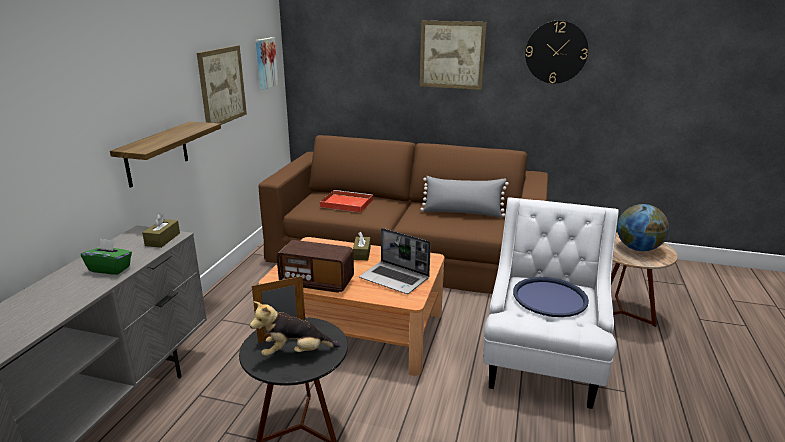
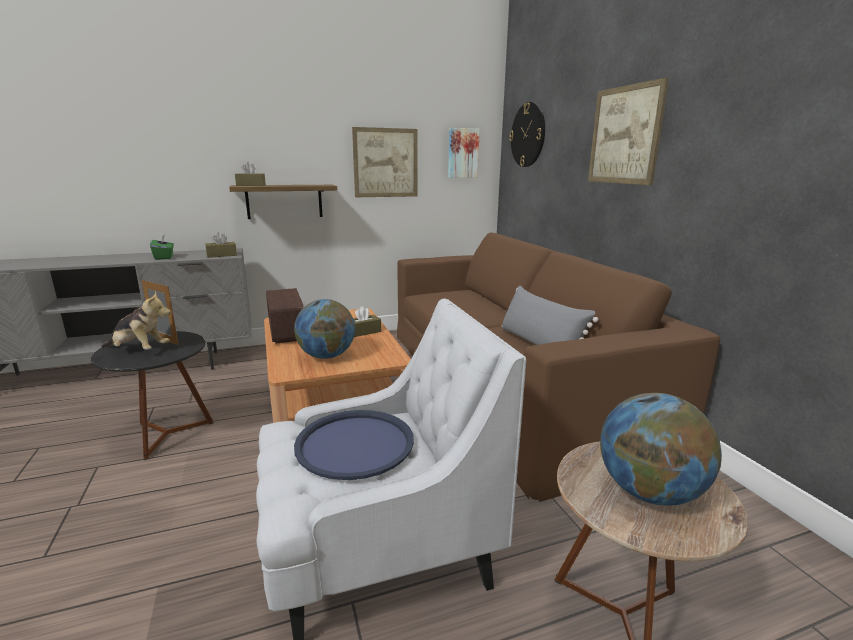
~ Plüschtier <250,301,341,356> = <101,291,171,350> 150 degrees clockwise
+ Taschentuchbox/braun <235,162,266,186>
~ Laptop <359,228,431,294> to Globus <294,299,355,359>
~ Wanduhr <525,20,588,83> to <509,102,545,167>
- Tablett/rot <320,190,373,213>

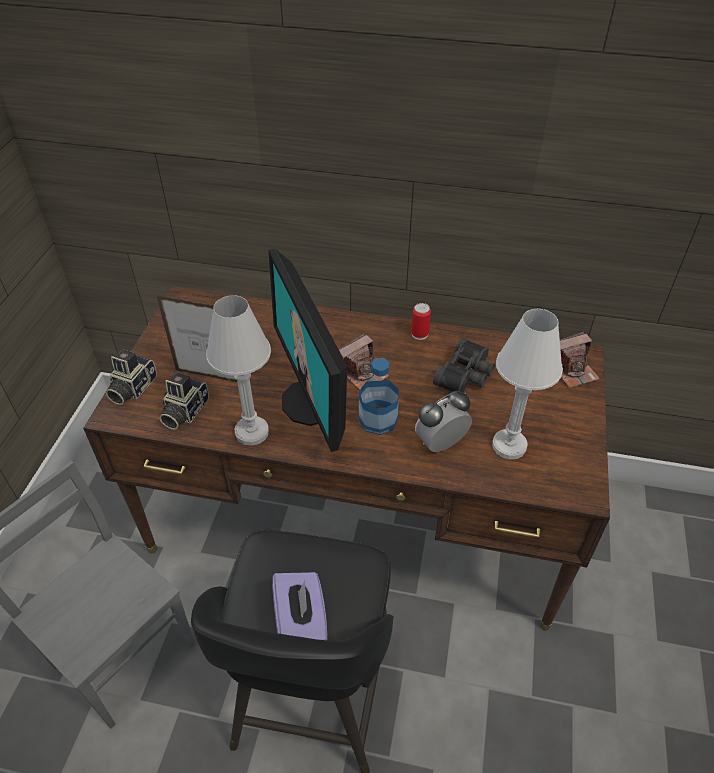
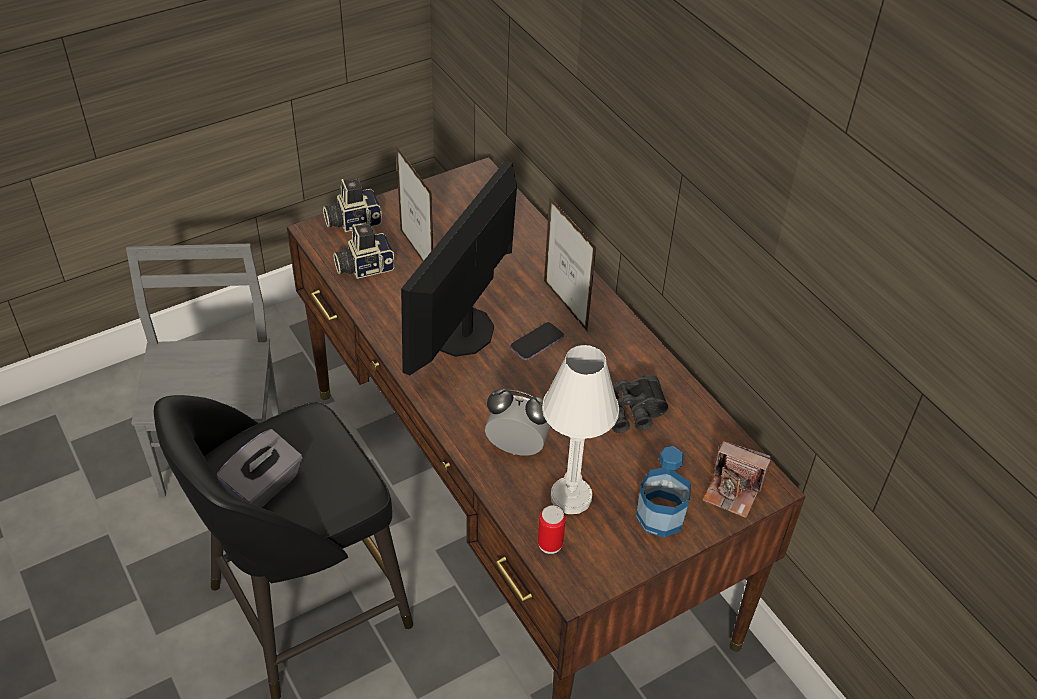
~ Taschentuchbox/lila <272,572,327,640> to Taschentuchbox/grau <217,429,303,508>
~ Kamera <339,333,389,390> to Handy <510,322,564,361>
~ Dose <411,303,431,340> to <538,506,566,554>
+ Bilderrahmen <544,196,597,332>
~ Flasche <359,358,399,435> to <636,446,691,538>
- Tischlampe/weiß <206,295,271,446>

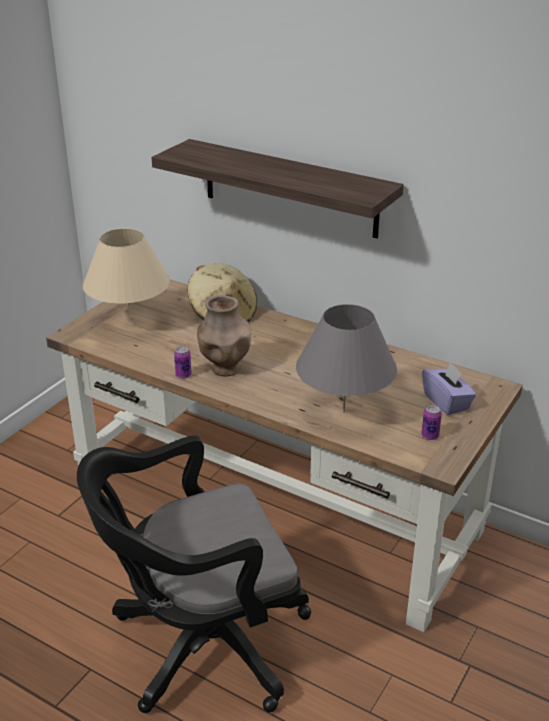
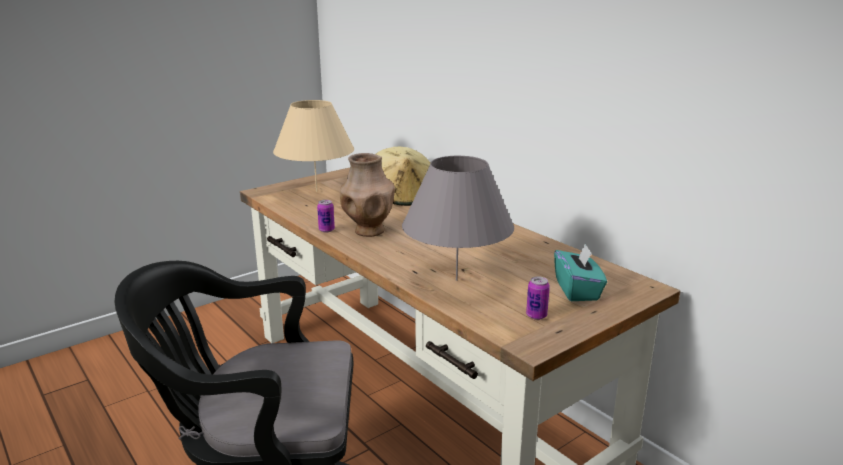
~ Taschentuchbox/lila <422,362,476,415> to Taschentuchbox/türkis <554,243,607,301>
- Wandregal <151,139,404,238>

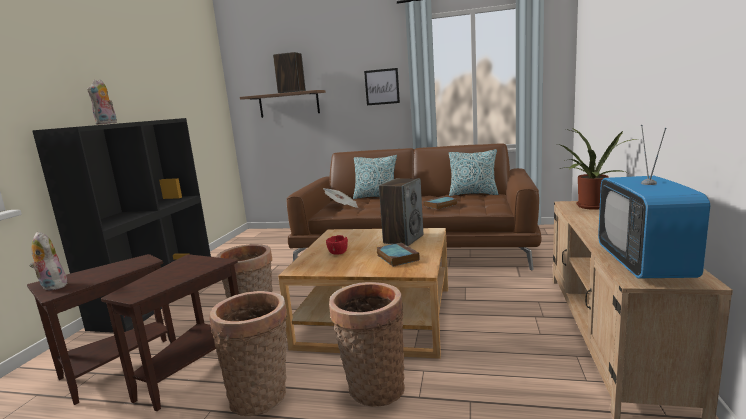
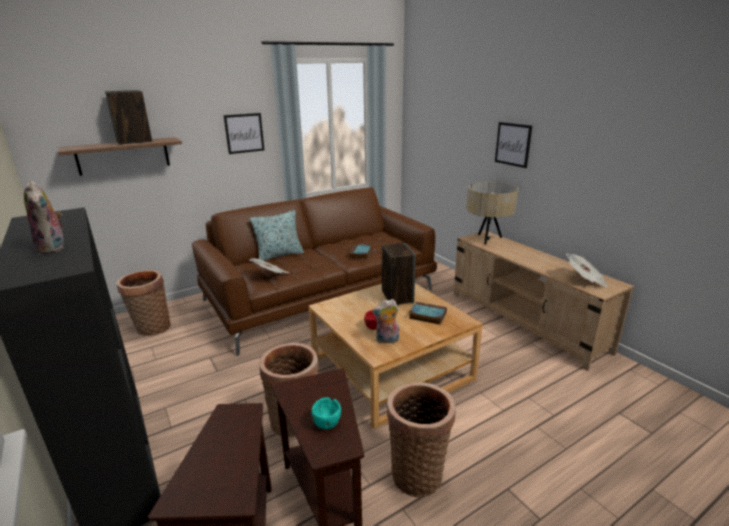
~ Korb <329,282,405,407> to <116,270,171,336>
+ Schüssel/türkis <311,397,341,429>
~ Plüschtier <30,232,68,291> to <372,299,400,344>
~ Topfpflanze <557,128,637,210> to Tischlampe/beige <466,182,518,244>
+ Bild <495,122,532,168>
~ Fernseher <598,125,710,278> to Zeitung <566,253,608,287>
- Kissen <449,149,498,196>

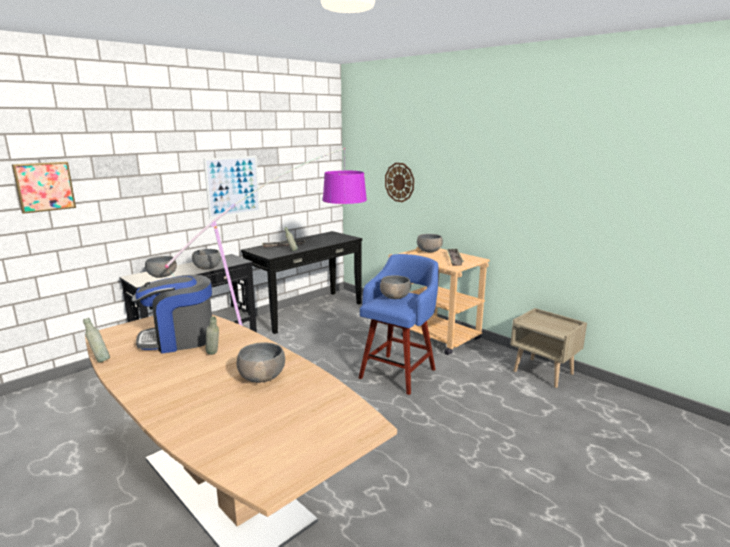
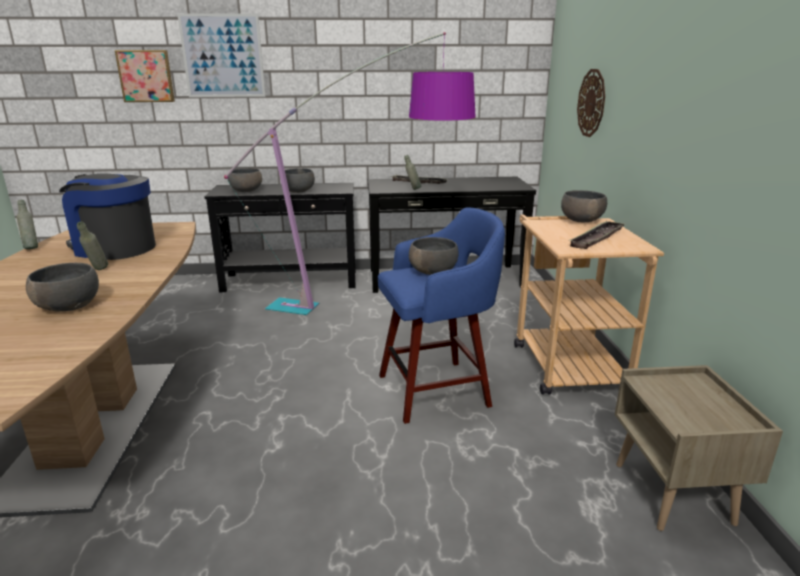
~ Bild <204,156,260,219> to <177,13,266,97>

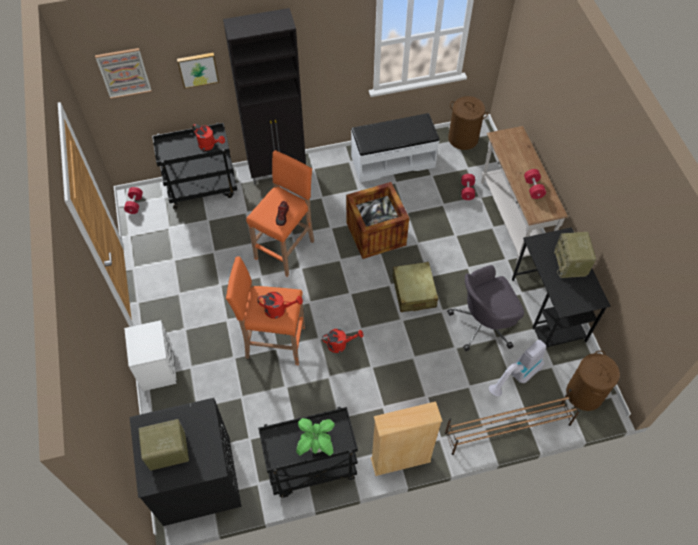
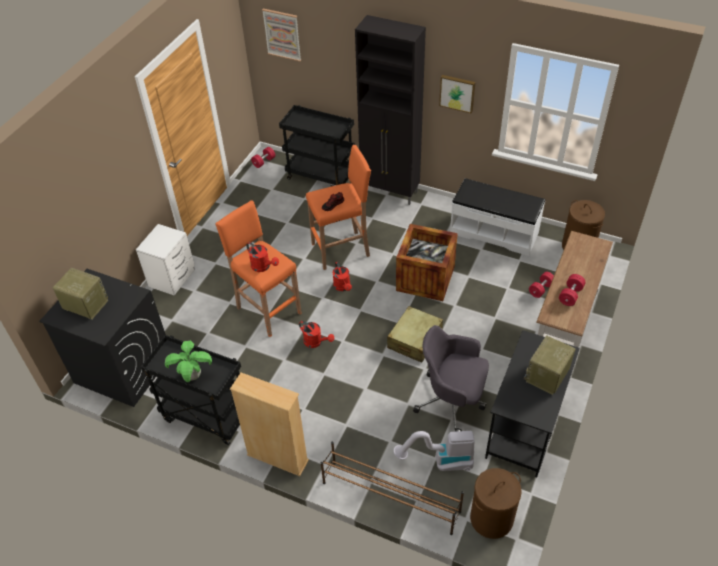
~ Gießkanne/rot <192,124,225,151> to <333,262,352,291>
~ Bild <177,53,219,89> to <439,75,475,113>

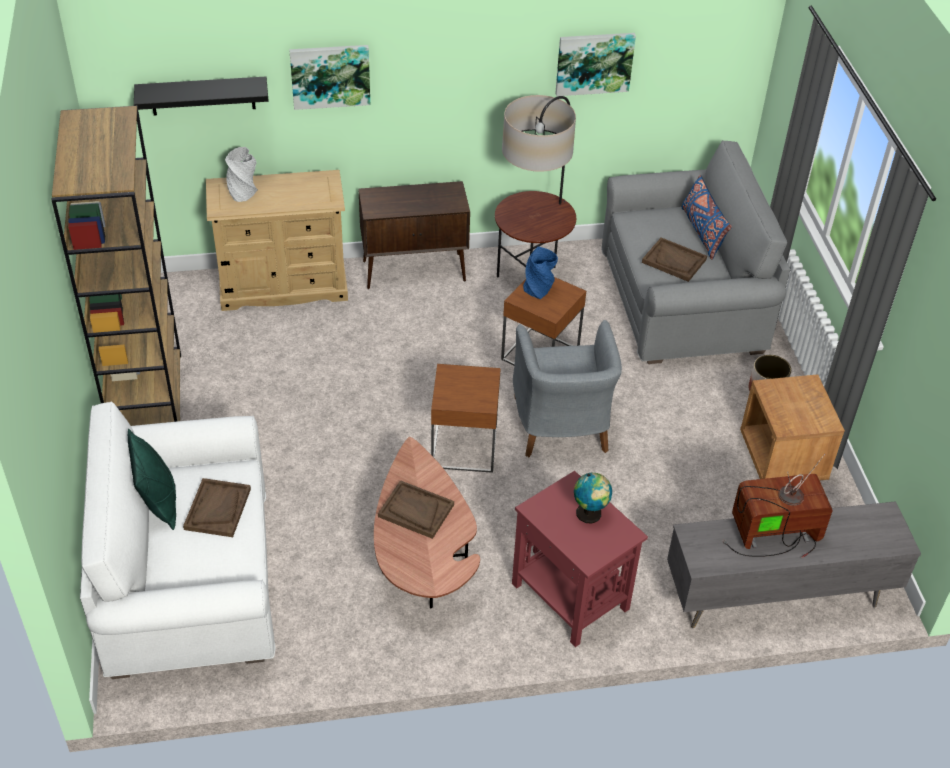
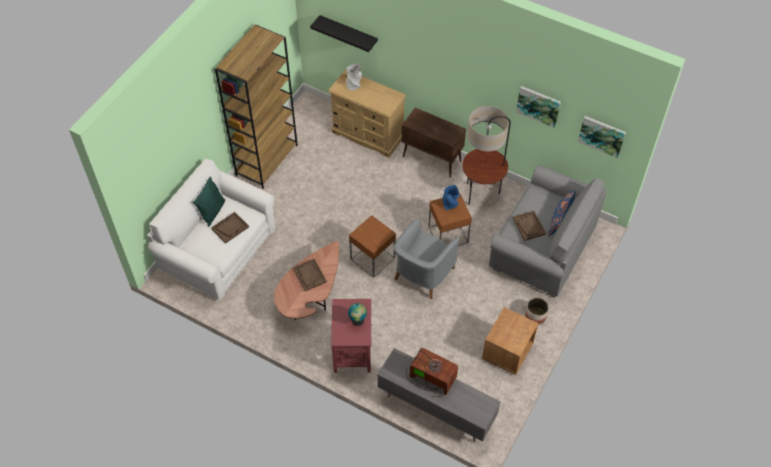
~ Bild <289,45,370,110> to <578,116,626,158>

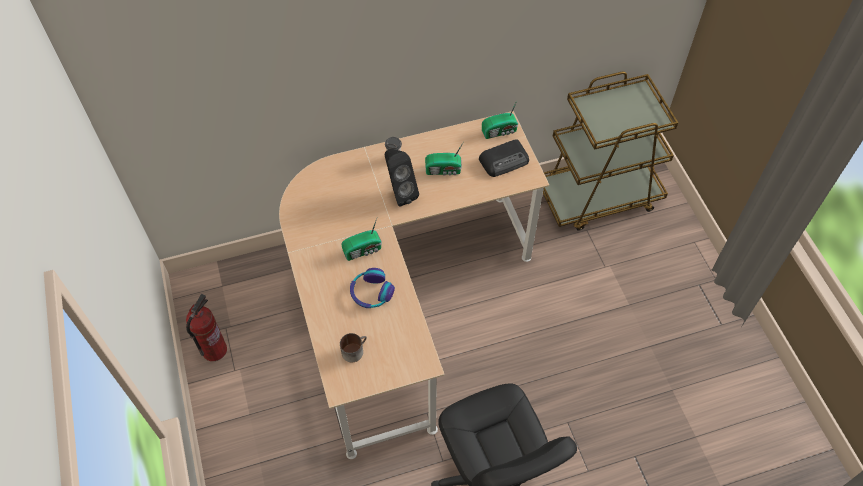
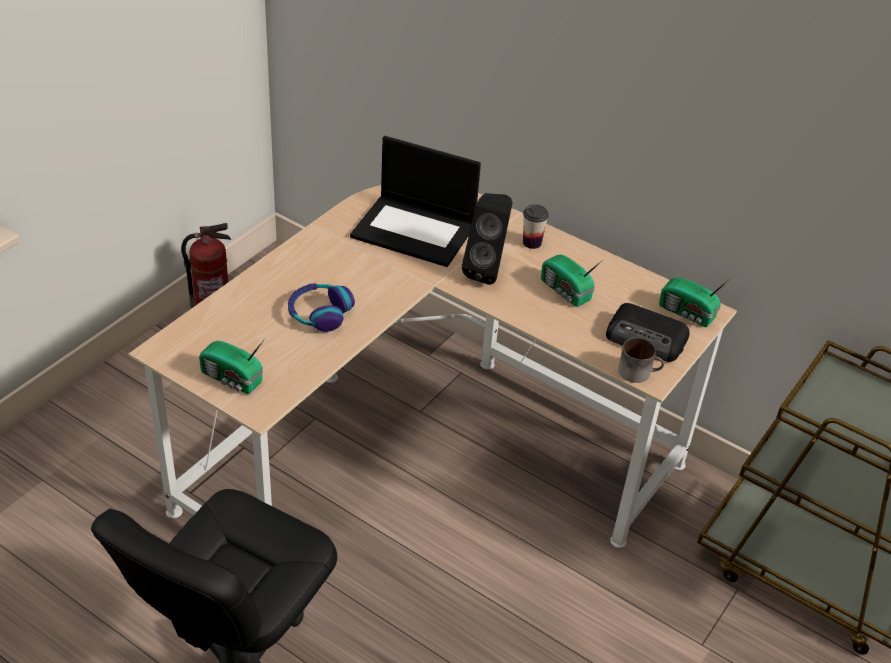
~ Radio <342,216,382,261> to <199,339,265,394>
+ Laptop <350,136,481,267>
~ Henkelbecher <340,333,367,362> to <618,338,664,383>

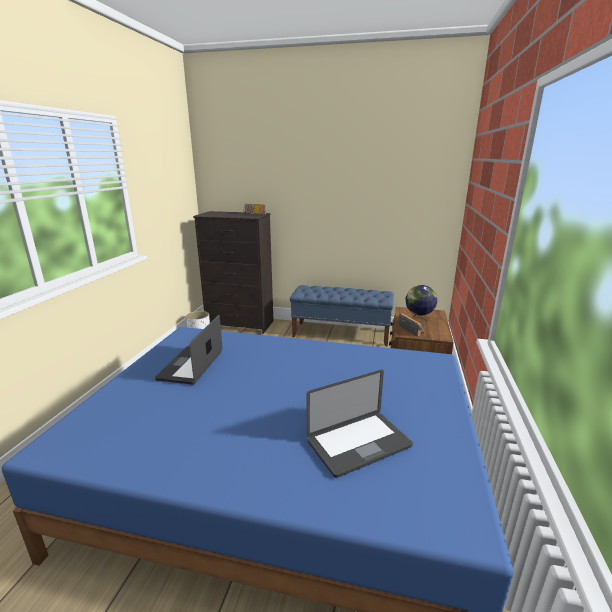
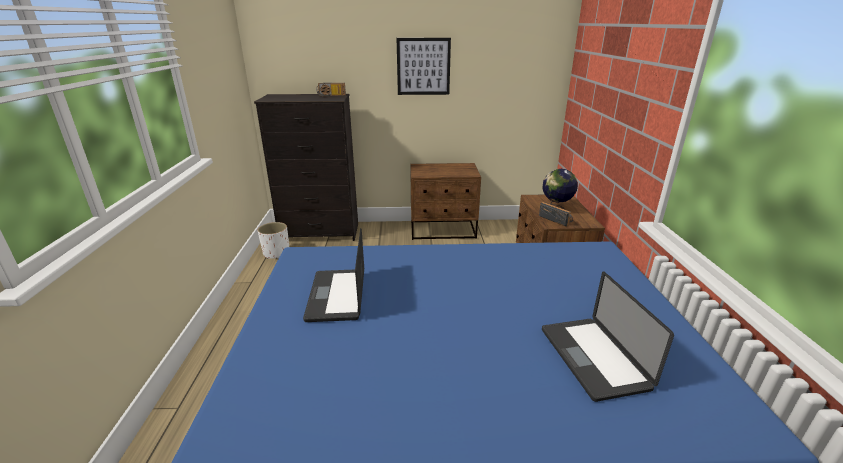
+ Bild <397,38,451,95>
~ Bank/blau <290,285,394,346> to Nachttisch/braun <410,163,481,240>
~ Laptop <306,370,413,478> = <542,271,674,402> 120 degrees clockwise

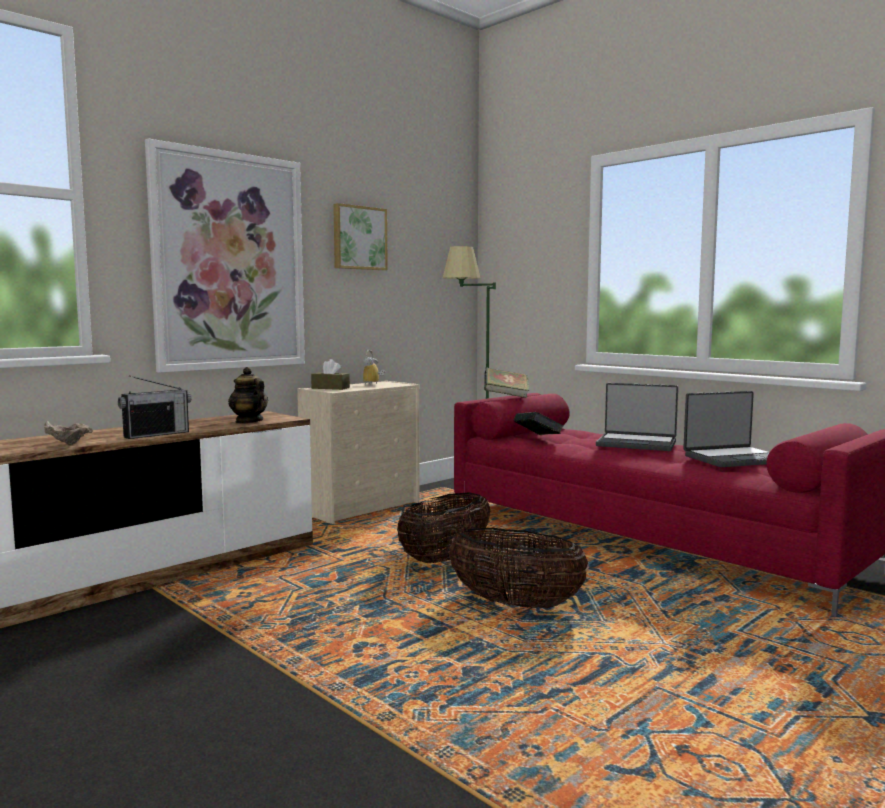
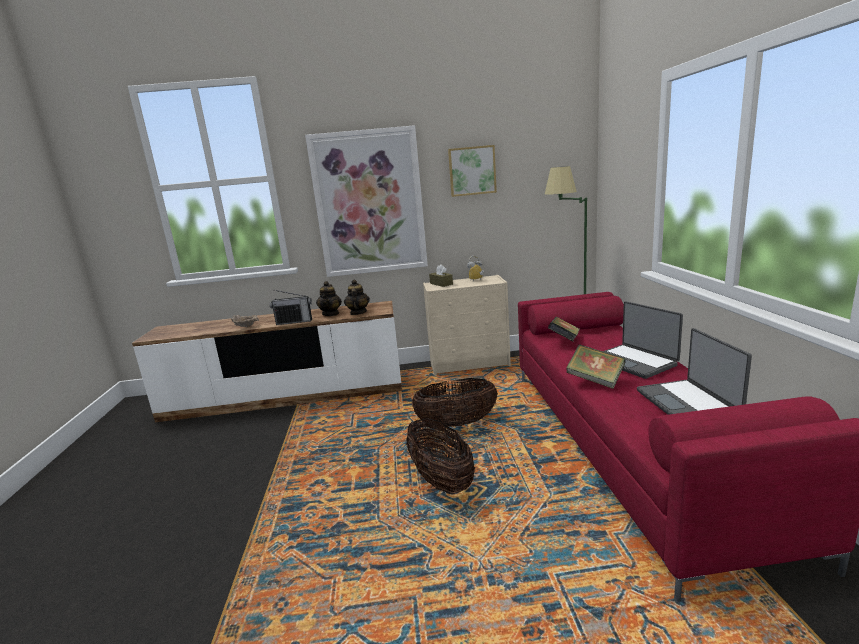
+ Teekanne <316,281,342,316>
~ Buch <484,368,529,398> to <567,344,626,389>
~ Laptop <683,391,769,467> = <637,328,752,415> 60 degrees clockwise

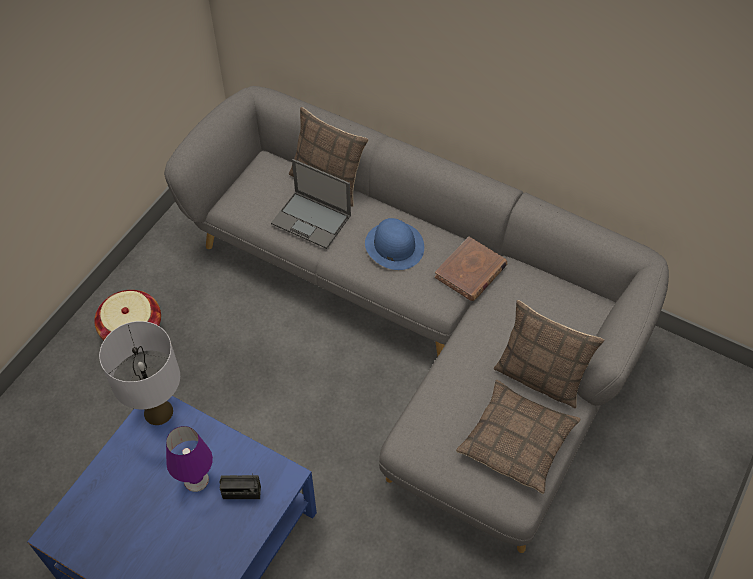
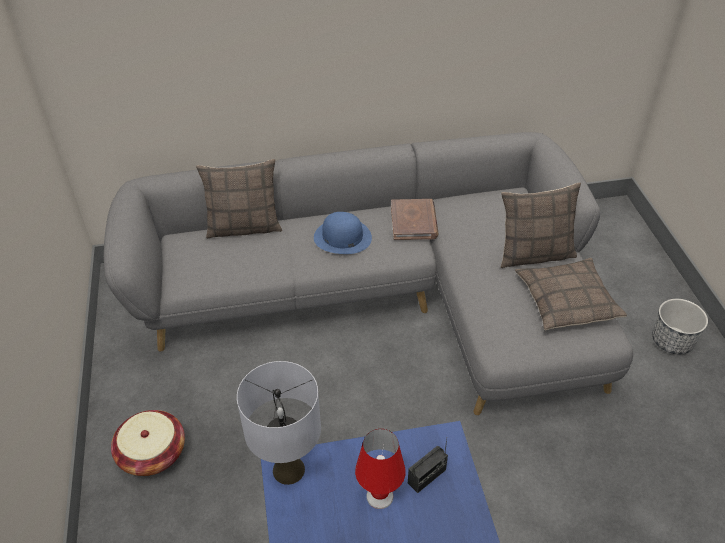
~ Tischlampe/lila <166,426,213,492> to Tischlampe/rot <355,429,406,509>
+ Pflanzkübel <652,299,708,354>
- Laptop <271,159,351,249>

